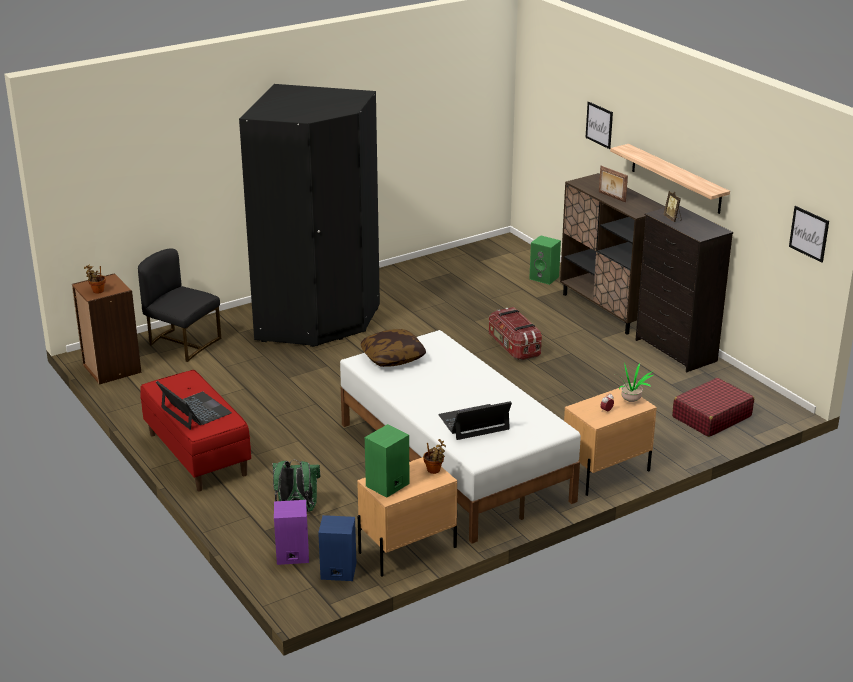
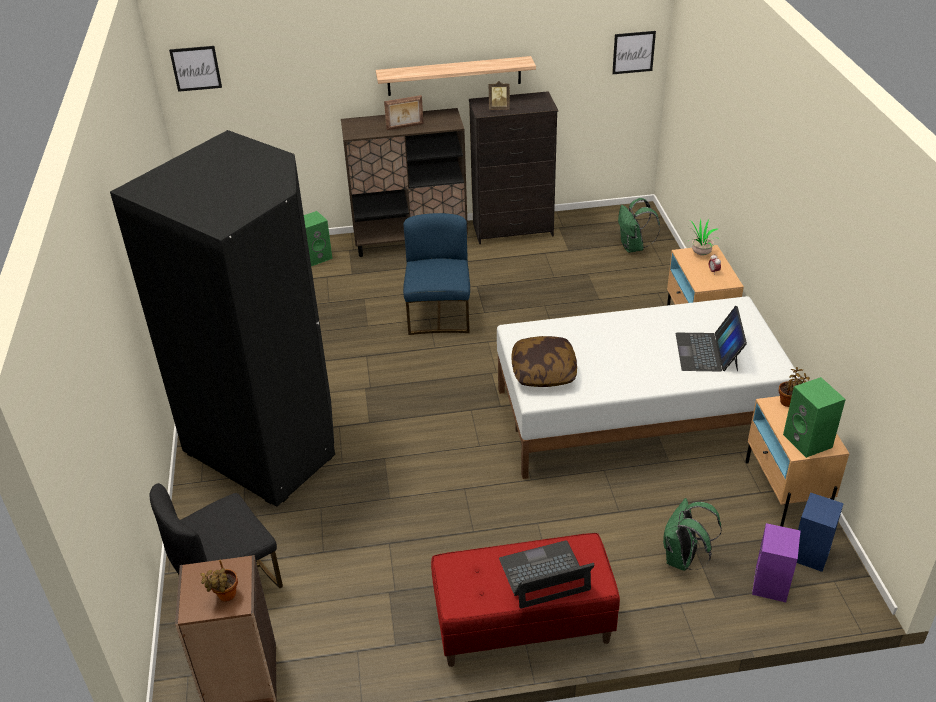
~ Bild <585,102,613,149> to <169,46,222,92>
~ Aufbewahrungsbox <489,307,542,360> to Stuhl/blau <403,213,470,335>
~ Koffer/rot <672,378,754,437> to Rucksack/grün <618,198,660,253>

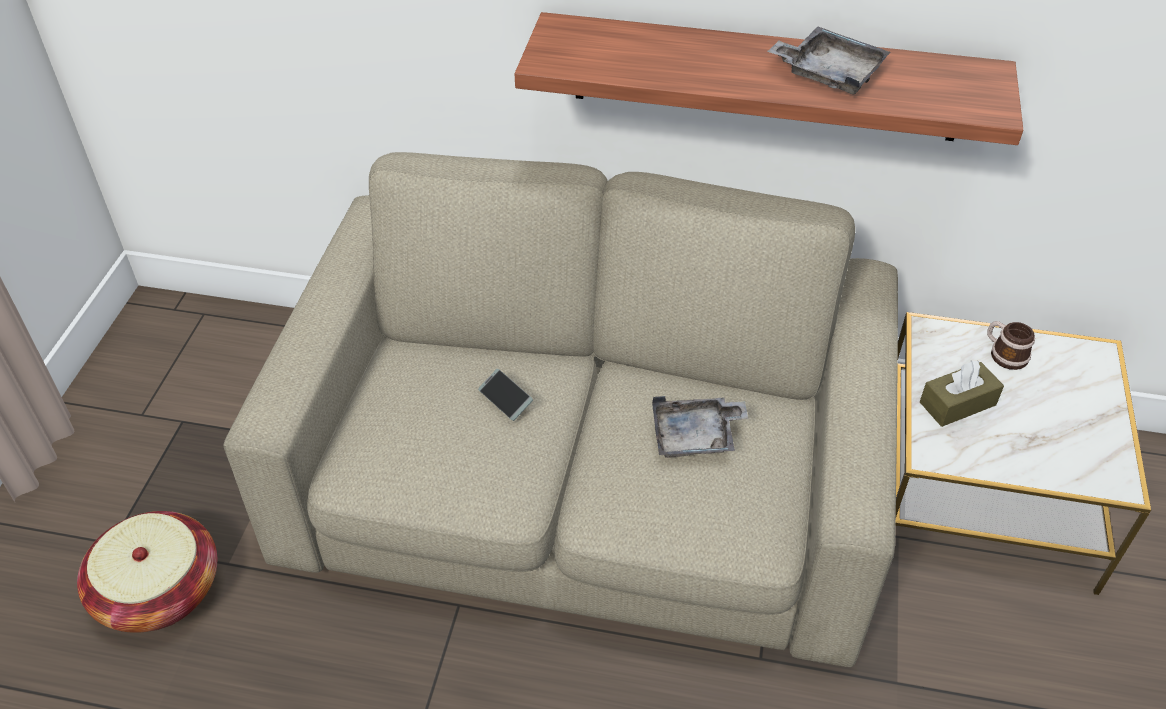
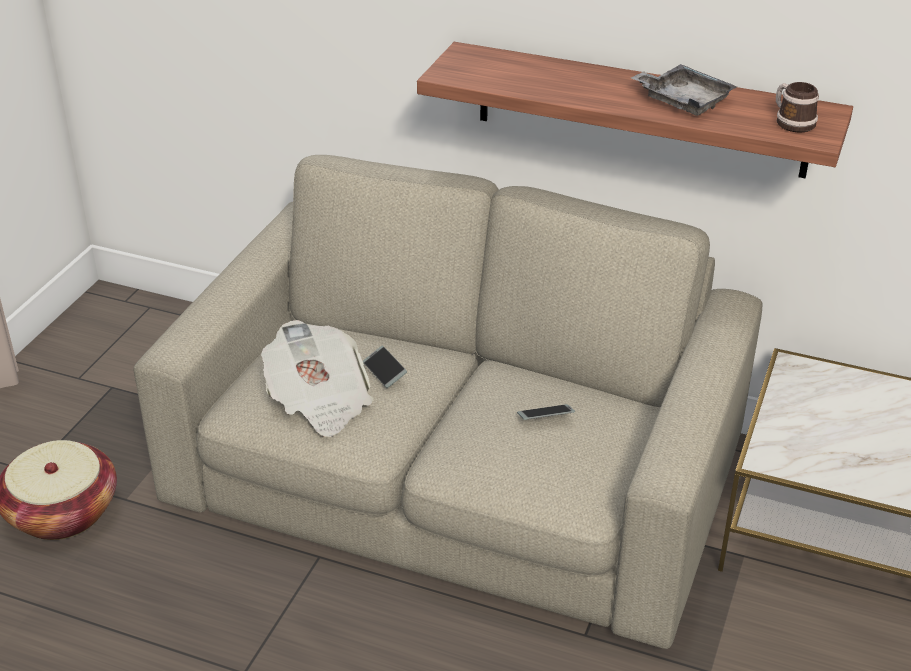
+ Zeitung <261,320,373,437>
~ Tablett/grau <652,396,748,458> to Handy <517,404,575,420>
~ Henkelbecher <987,321,1035,370> to <776,82,819,132>
- Taschentuchbox/braun <920,361,1004,427>

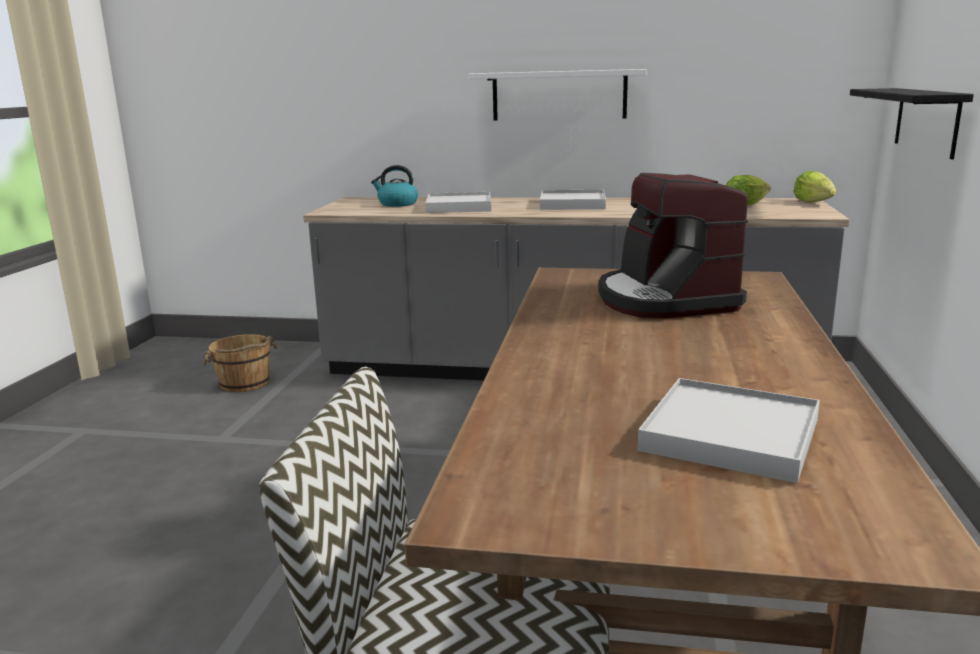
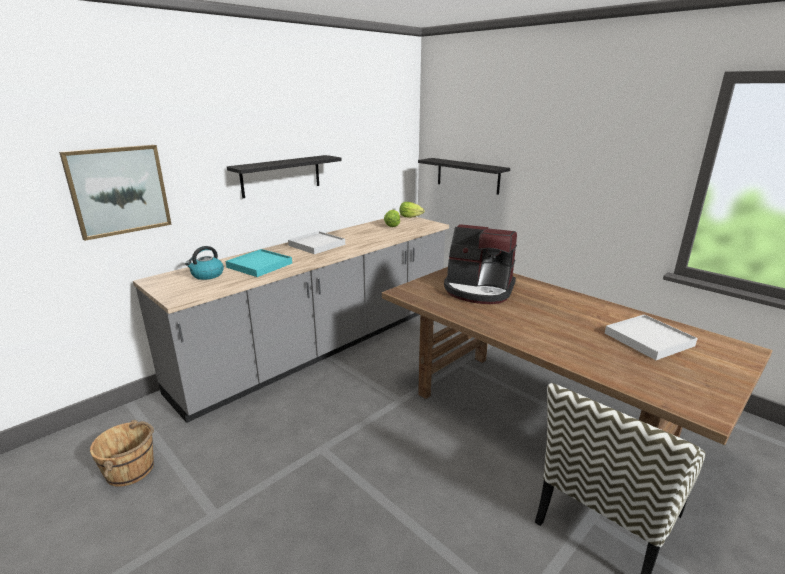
+ Bild <59,145,172,241>
~ Tablett/weiß <425,192,491,213> to Tablett/türkis <226,249,292,277>
~ Wandregal/weiß <468,69,647,120> to Wandregal/schwarz <227,155,342,198>

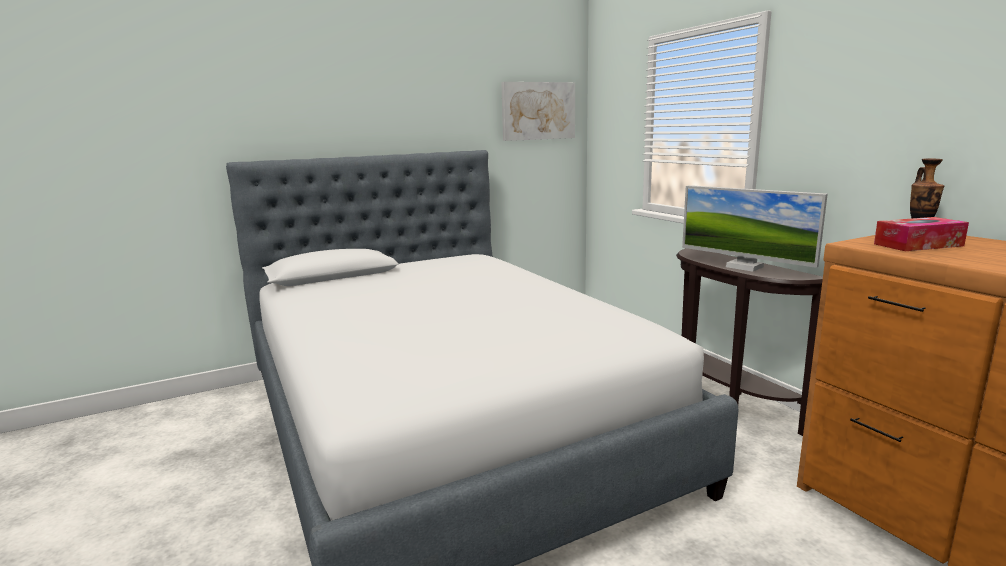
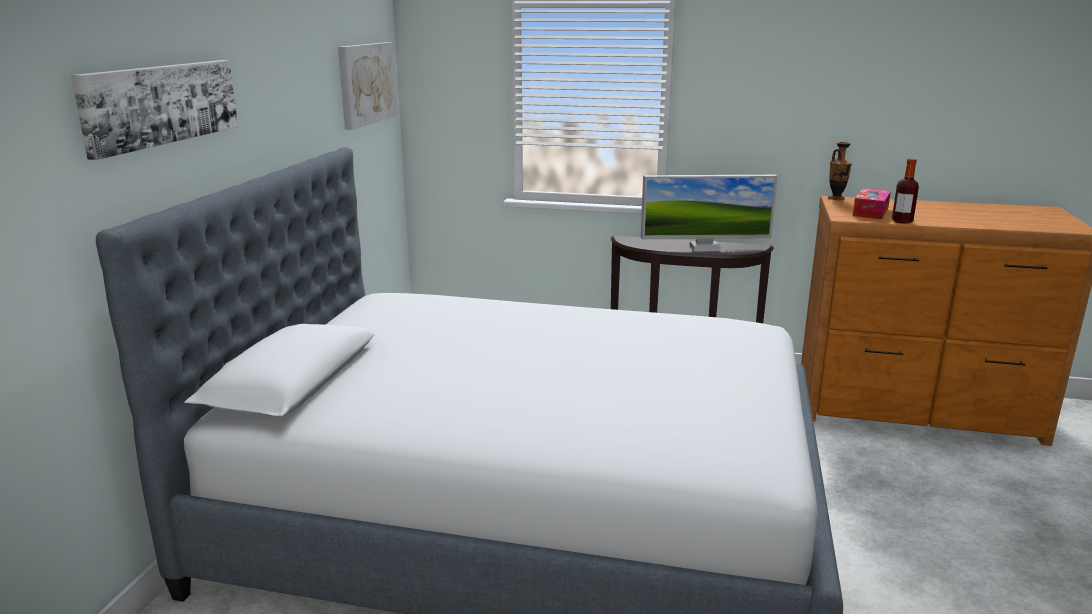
+ Bild <71,60,238,160>
+ Flasche <892,159,919,224>

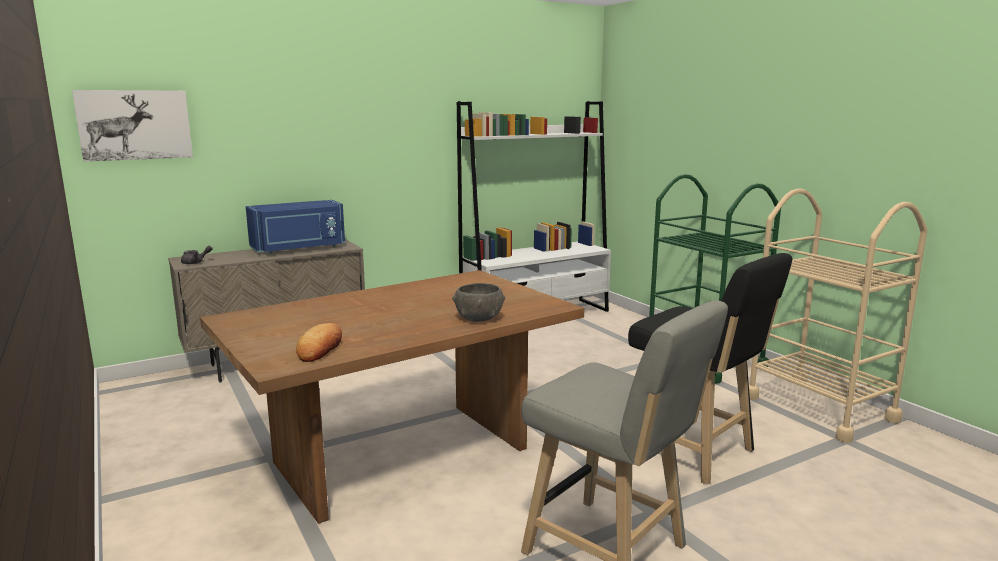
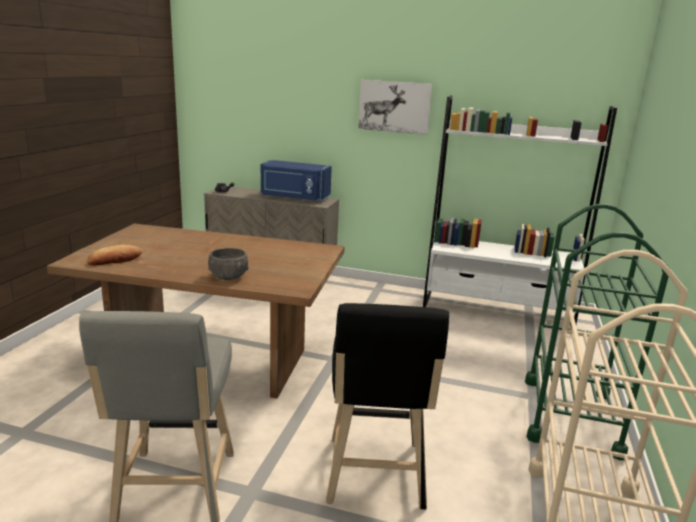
~ Bild <72,90,193,161> to <358,80,432,135>

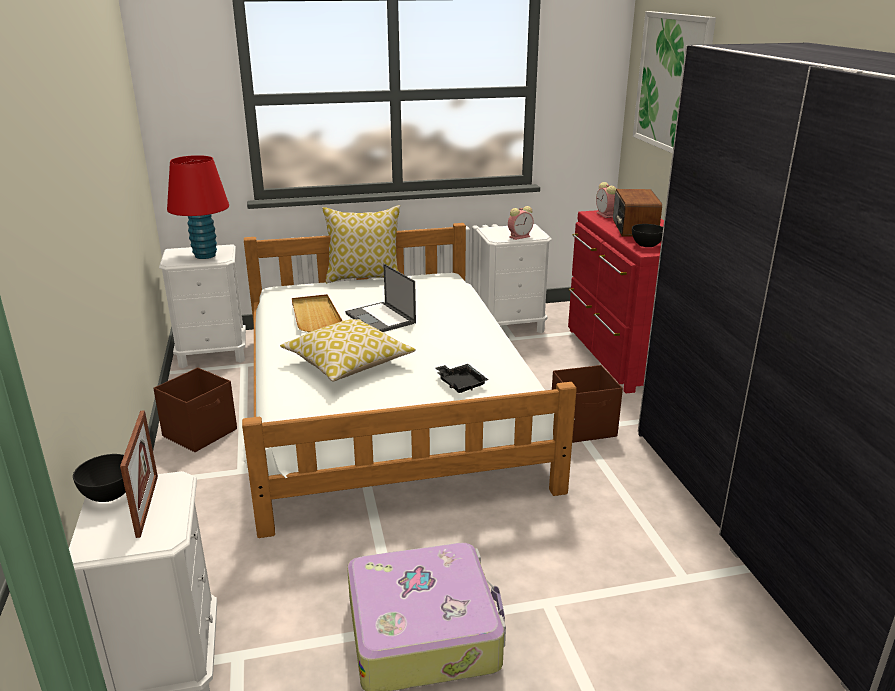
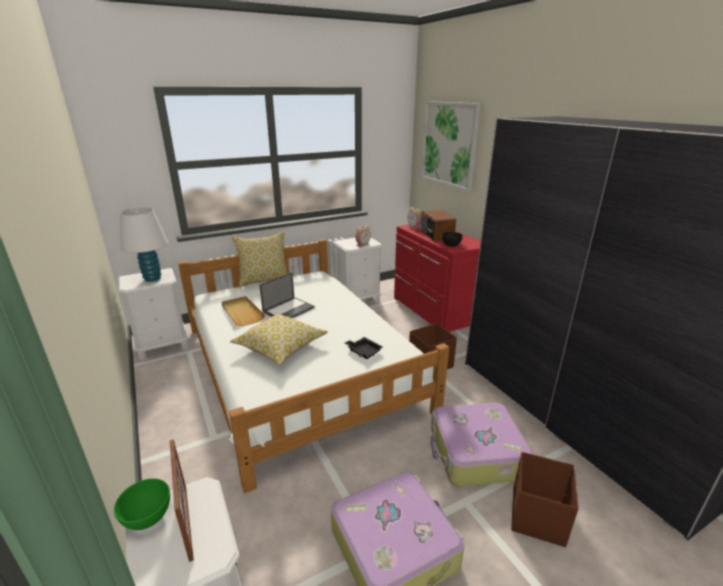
~ Schüssel/schwarz <73,454,126,502> to Schüssel/grün <114,478,170,530>
~ Tischlampe/rot <167,155,229,259> to Tischlampe/weiß <120,208,168,282>
~ Laptop <345,264,416,332> = <260,272,315,318> 90 degrees counterclockwise
+ Koffer <430,403,534,486>
~ Aufbewahrungsbox/braun <153,368,237,452> to <511,452,579,547>

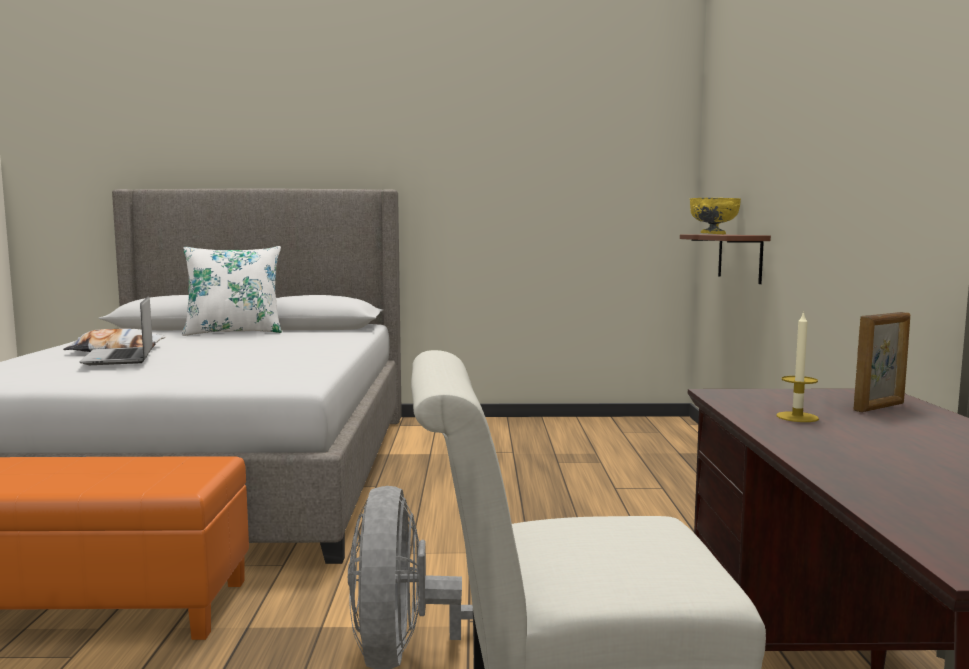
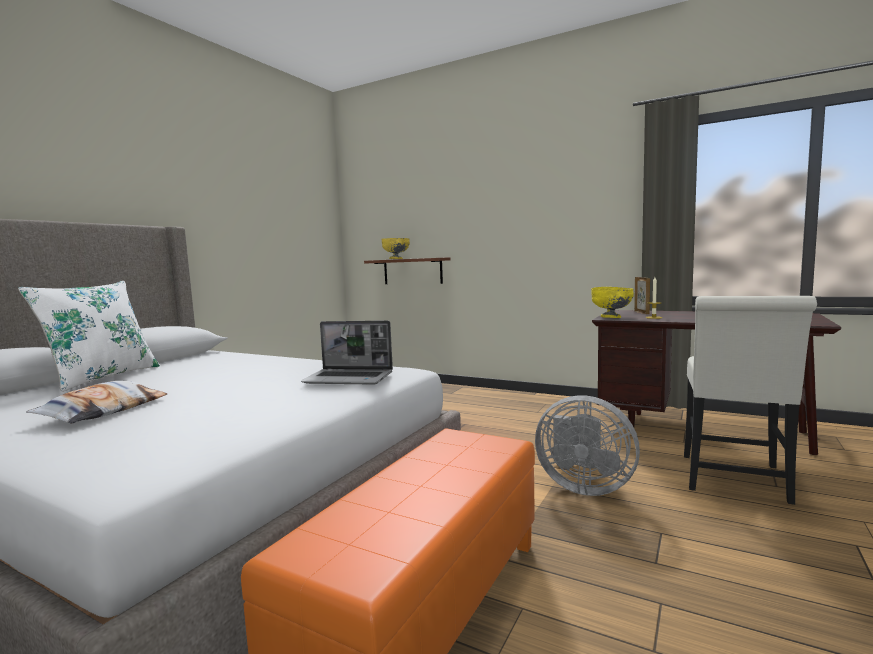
~ Laptop <80,296,153,365> to <301,320,393,385>
+ Schüssel/gelb <591,287,634,318>

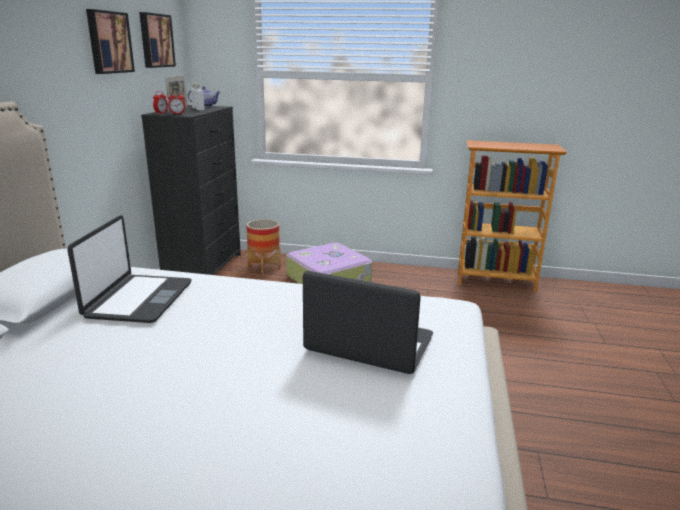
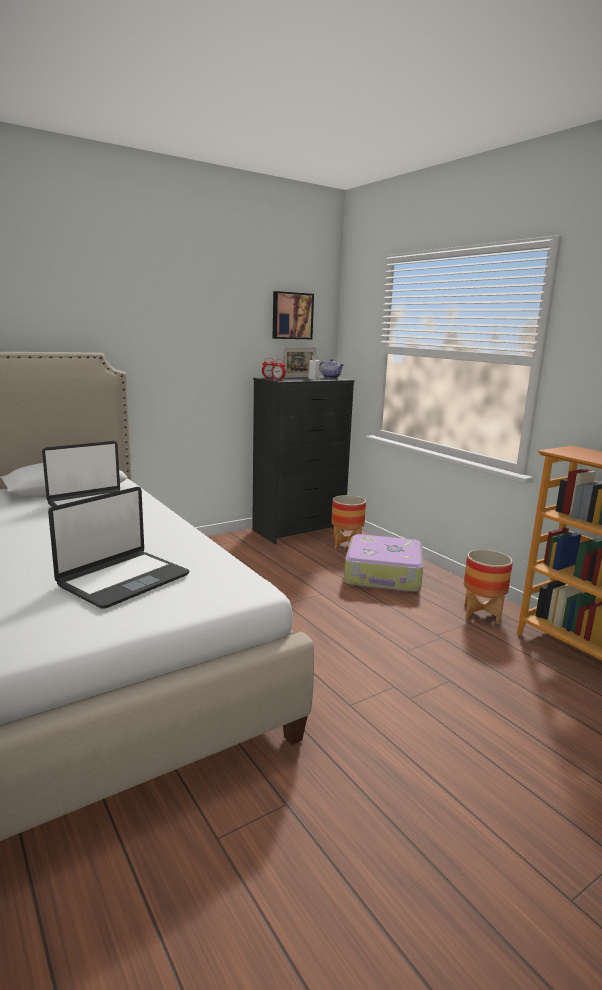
~ Laptop <303,271,433,374> = <48,487,189,609> 60 degrees clockwise
+ Pflanzkübel <464,549,513,625>
- Bild <86,9,135,74>

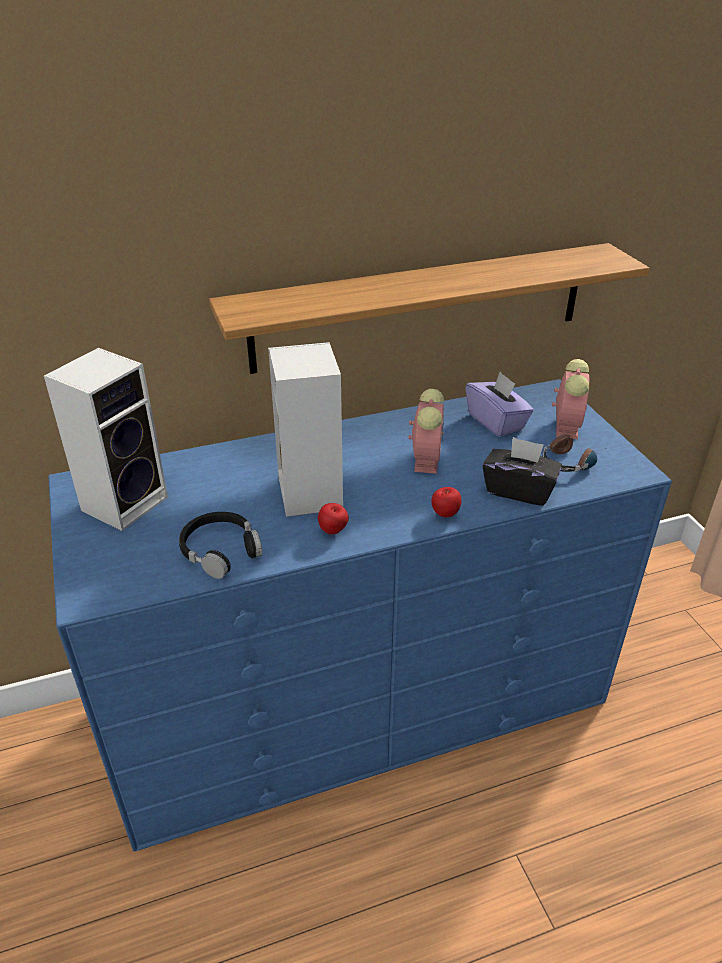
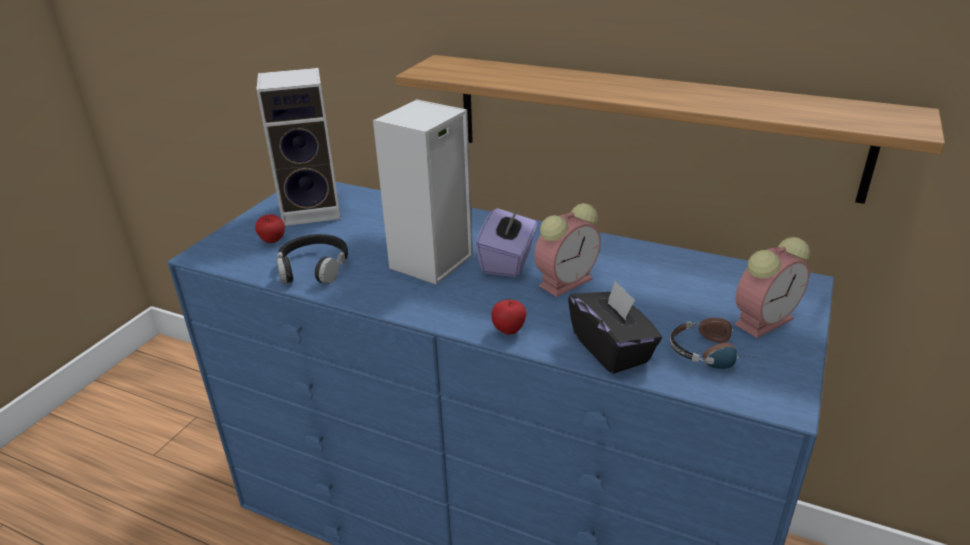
~ Apfel <318,503,349,534> to <255,214,285,243>
~ Taschentuchbox/lila <465,372,534,437> to <476,205,537,277>

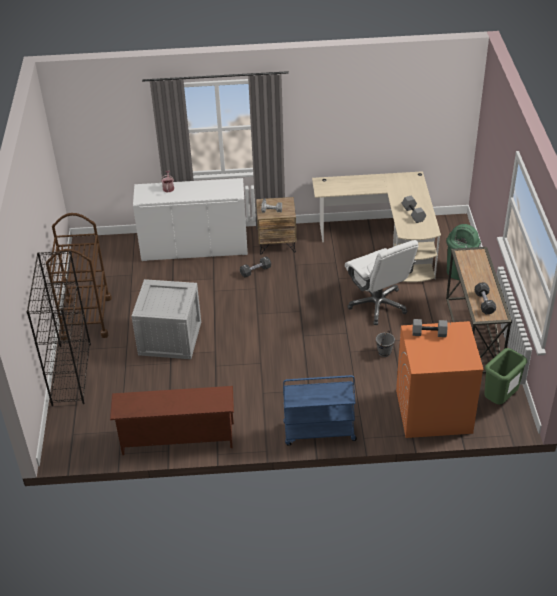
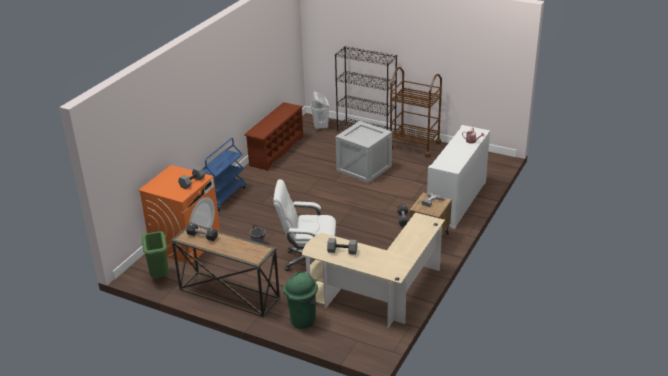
+ Wäschekorb/weiß <310,92,329,131>

